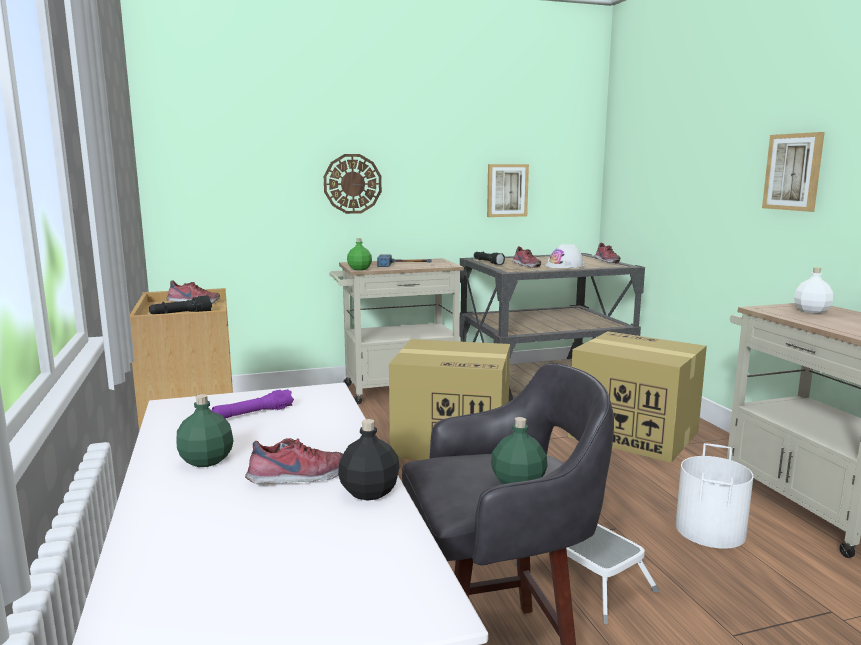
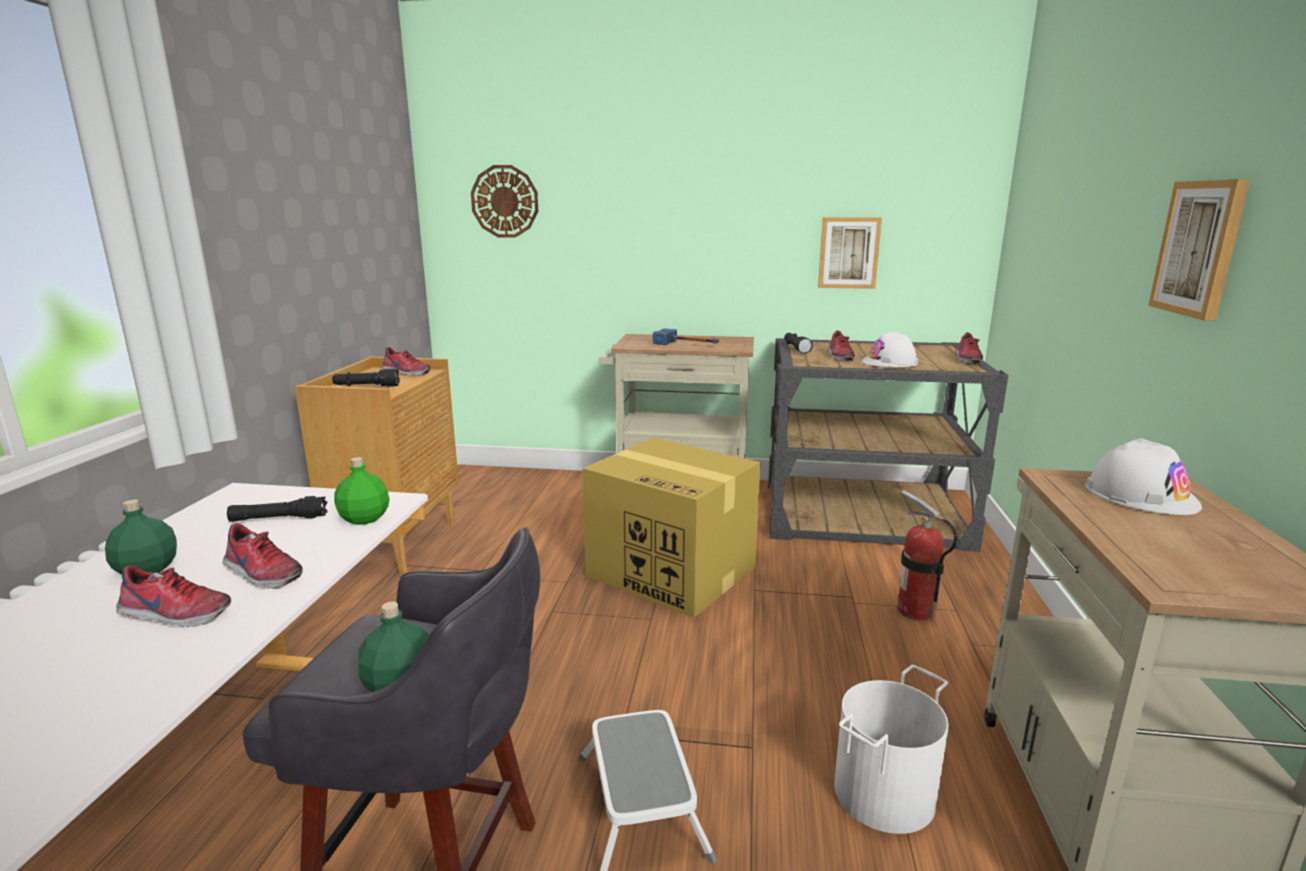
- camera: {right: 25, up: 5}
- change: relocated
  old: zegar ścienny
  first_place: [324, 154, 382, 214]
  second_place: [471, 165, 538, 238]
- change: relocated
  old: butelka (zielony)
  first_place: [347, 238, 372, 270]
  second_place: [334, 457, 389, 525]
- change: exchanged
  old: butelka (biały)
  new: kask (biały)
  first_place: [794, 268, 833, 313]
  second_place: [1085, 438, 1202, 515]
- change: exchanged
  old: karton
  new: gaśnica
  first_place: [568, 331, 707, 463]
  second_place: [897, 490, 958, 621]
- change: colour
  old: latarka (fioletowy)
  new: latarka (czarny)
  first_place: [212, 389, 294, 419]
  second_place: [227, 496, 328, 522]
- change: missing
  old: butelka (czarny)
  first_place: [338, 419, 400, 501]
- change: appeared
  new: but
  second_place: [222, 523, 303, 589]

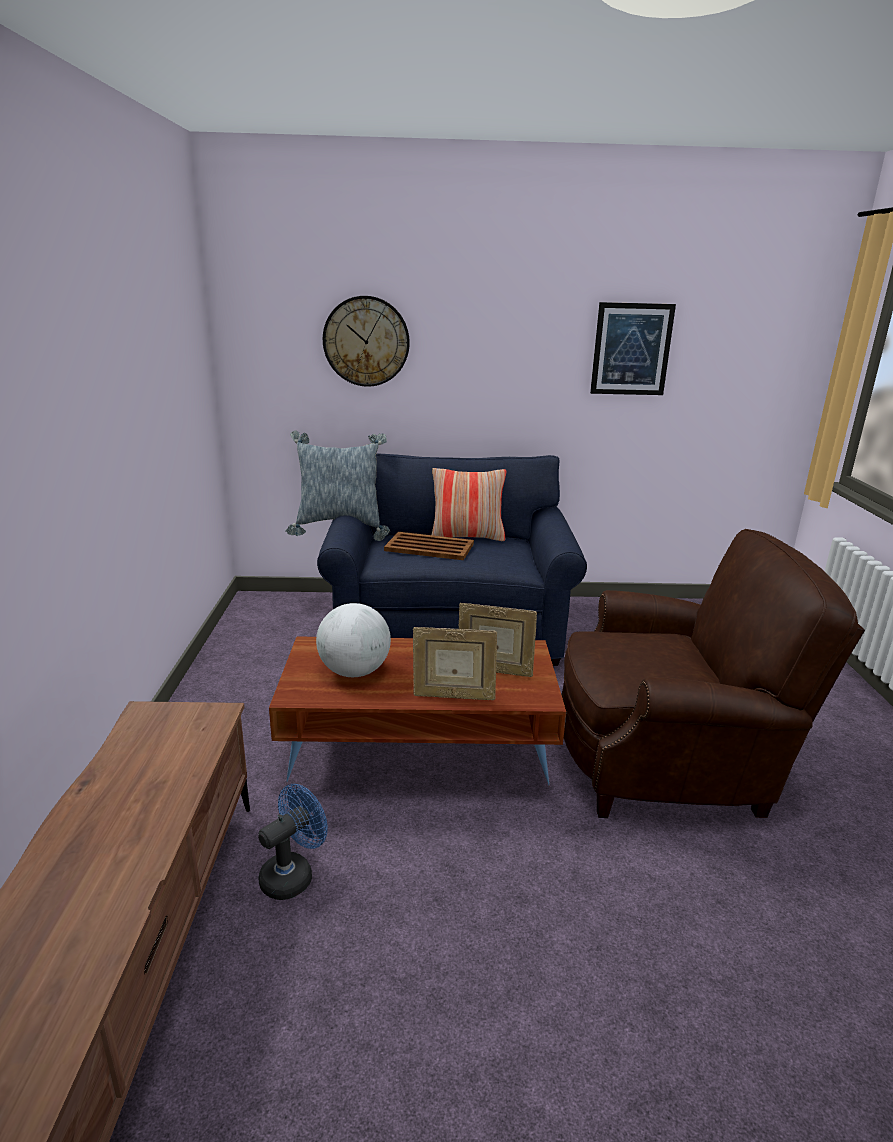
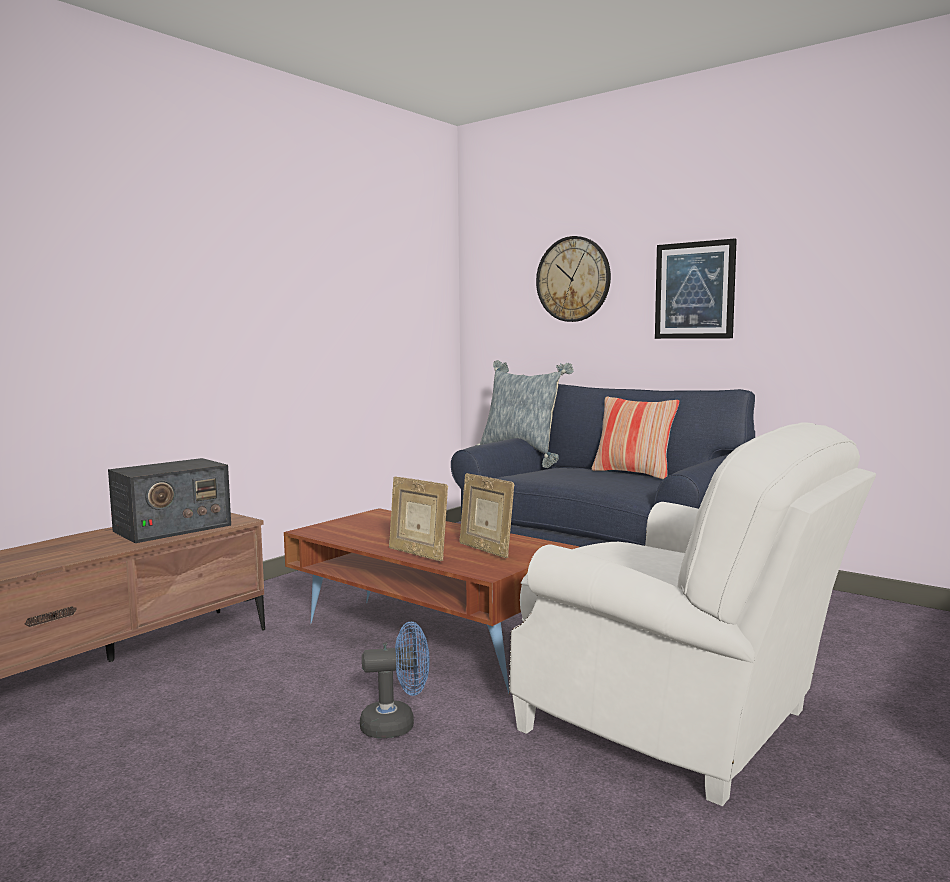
- camera: {right: 40, up: -15}
- change: relocated
  old: obraz
  first_place: [590, 302, 676, 395]
  second_place: [655, 238, 737, 339]
- change: colour
  old: fotel (brązowy)
  new: fotel (biały)
  first_place: [561, 529, 865, 818]
  second_place: [509, 422, 876, 806]
- change: missing
  old: taca (brązowy)
  first_place: [384, 532, 474, 560]
- change: missing
  old: globus
  first_place: [316, 603, 391, 677]
- change: relocated
  old: wentylator (niebieski)
  first_place: [258, 784, 327, 900]
  second_place: [360, 622, 430, 738]
- change: appeared
  new: radio
  second_place: [108, 458, 231, 543]

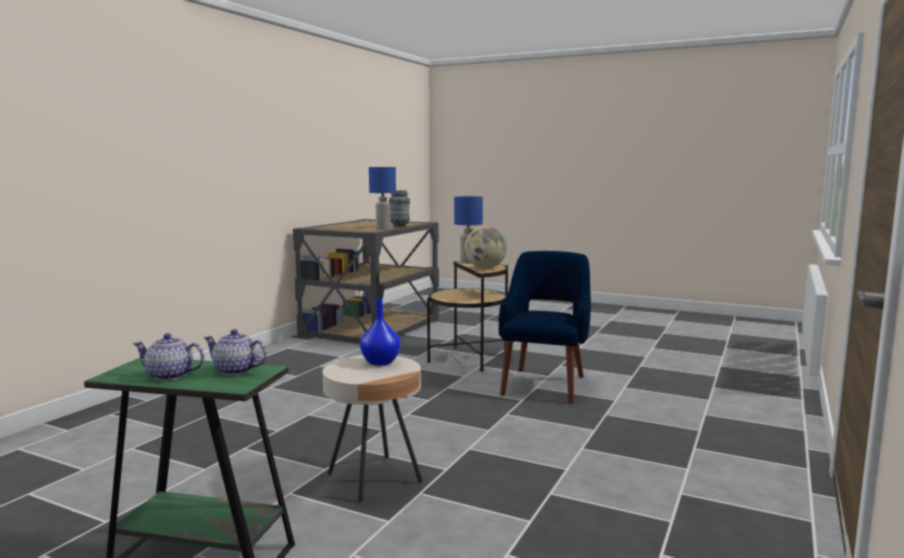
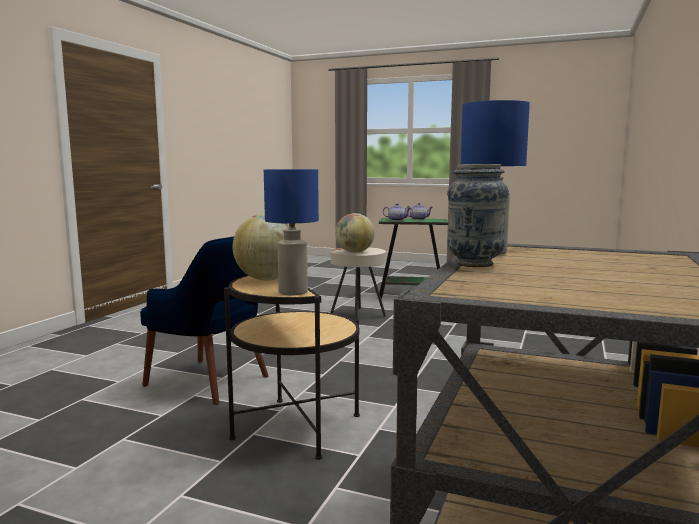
- camera: {right: 175, up: 0}
- change: spun
  old: fotel (niebieski)
  first_place: [499, 251, 591, 404]
  second_place: [140, 237, 268, 405]
  degrees: -75
- change: exchanged
  old: wazon (niebieski)
  new: globus
  first_place: [360, 298, 400, 366]
  second_place: [335, 213, 375, 253]

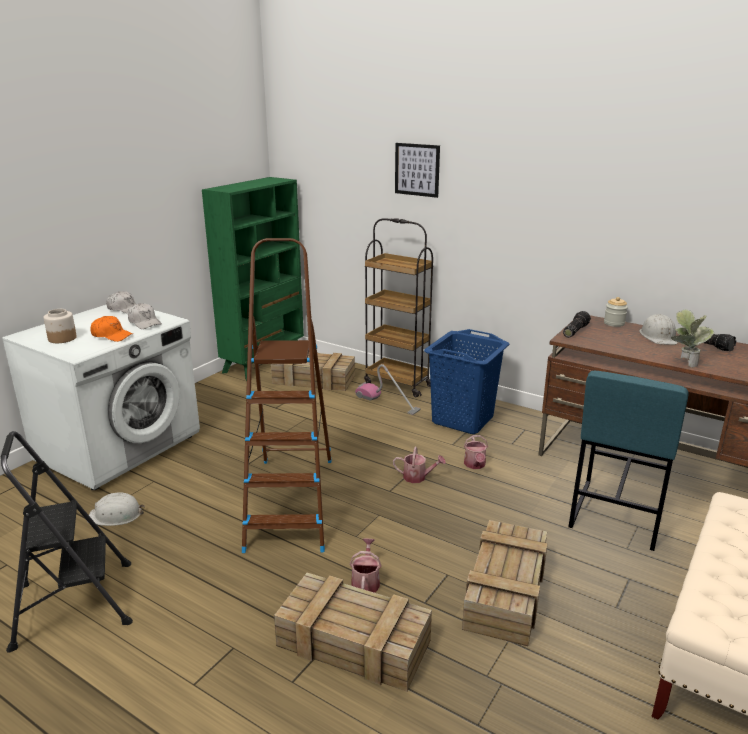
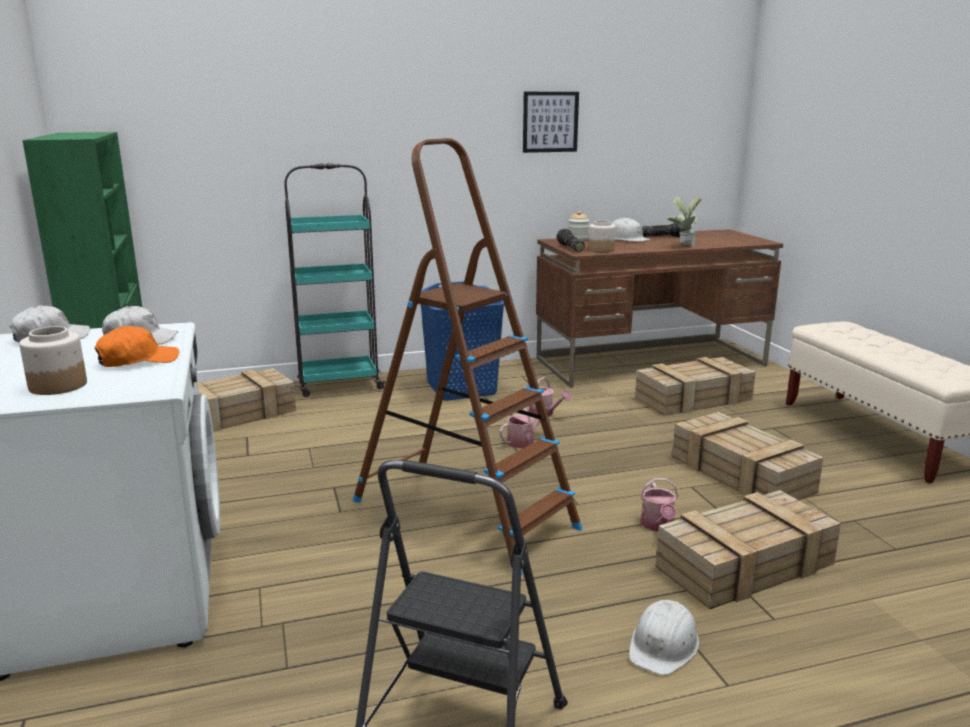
- camera: {right: -50, up: -5}
- change: relocated
  old: obraz
  first_place: [395, 143, 440, 198]
  second_place: [523, 92, 579, 153]
- change: colour
  old: wózek (brązowy)
  new: wózek (turkusowy)
  first_place: [364, 218, 433, 397]
  second_place: [284, 163, 386, 397]
- change: missing
  old: odkurzacz
  first_place: [355, 364, 421, 415]
- change: exchanged
  old: stołek (niebieski)
  new: skrzynka
  first_place: [568, 371, 689, 551]
  second_place: [635, 357, 756, 416]
- change: relocated
  old: kask (biały)
  first_place: [87, 493, 145, 526]
  second_place: [629, 600, 699, 675]
- change: spun
  old: konewka
  first_place: [350, 538, 382, 593]
  second_place: [640, 478, 678, 531]
  degrees: -135
- change: appeared
  new: słoik
  second_place: [588, 220, 616, 253]

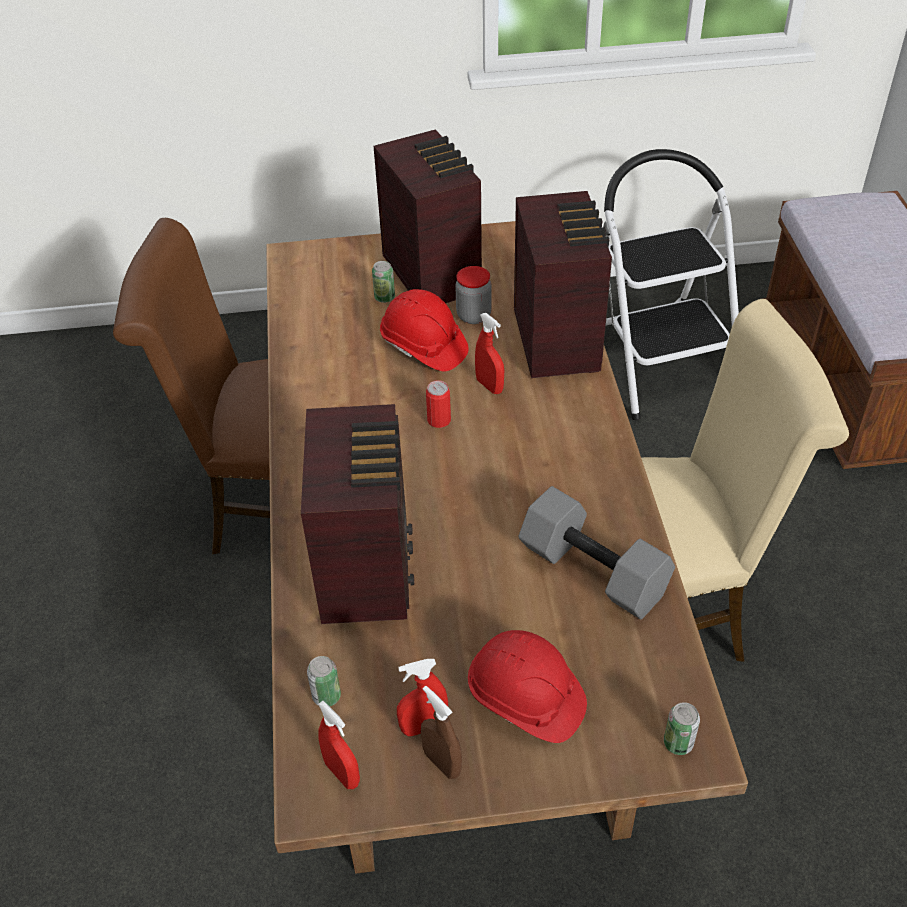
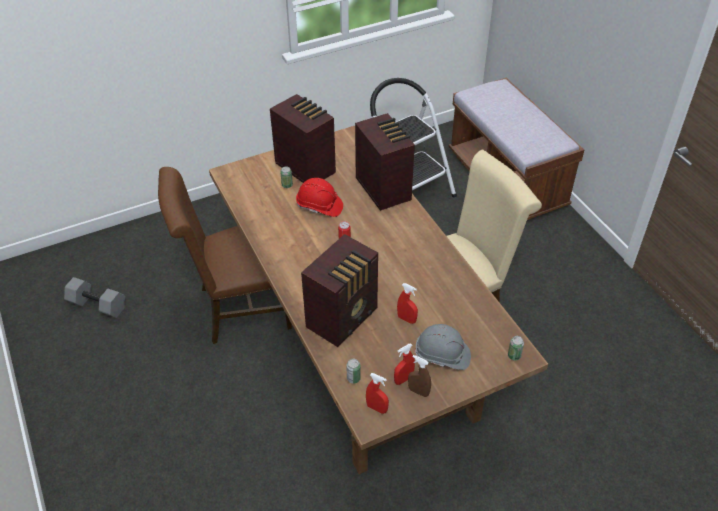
- camera: {right: -20, up: 0}
- change: missing
  old: słoik
  first_place: [455, 266, 491, 324]
- change: relocated
  old: spryskiwacz (czerwony)
  first_place: [475, 313, 504, 394]
  second_place: [397, 283, 418, 324]
- change: spun
  old: radio
  first_place: [301, 404, 414, 624]
  second_place: [301, 234, 378, 347]
  degrees: 60
- change: relocated
  old: hantel (szary)
  first_place: [519, 486, 675, 620]
  second_place: [64, 277, 125, 318]
- change: colour
  old: kask (czerwony)
  new: kask (szary)
  first_place: [468, 630, 587, 743]
  second_place: [414, 324, 471, 370]

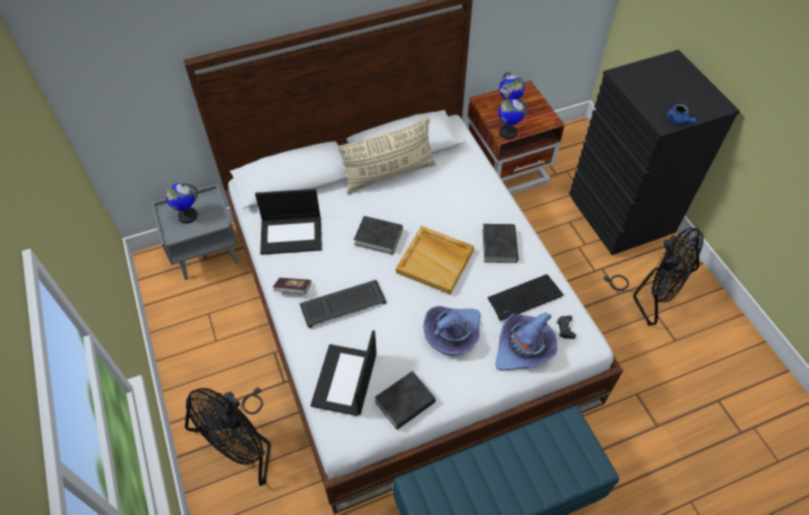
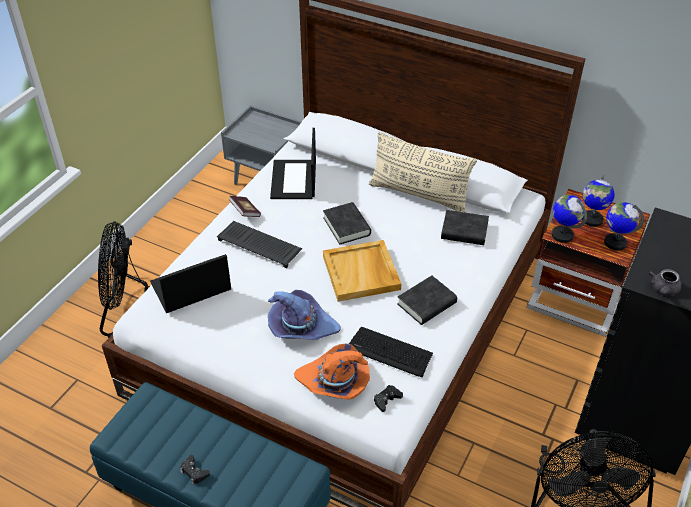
- camera: {right: 50, up: -10}
- change: colour
  old: imbryk (niebieski)
  new: imbryk (szary)
  first_place: [667, 104, 697, 125]
  second_place: [648, 269, 682, 296]
- change: relocated
  old: globus
  first_place: [166, 183, 198, 224]
  second_place: [604, 202, 645, 251]
- change: spun
  old: laptop
  first_place: [255, 189, 322, 255]
  second_place: [270, 128, 316, 199]
  degrees: 45
- change: colour
  old: kapelusz (fioletowy)
  new: kapelusz (pomarańczowy)
  first_place: [495, 312, 557, 371]
  second_place: [294, 343, 370, 399]
- change: relocated
  old: książka (czarny)
  first_place: [375, 371, 436, 430]
  second_place: [441, 210, 489, 245]
- change: appeared
  new: pad do gier (czarny)
  second_place: [180, 455, 210, 485]

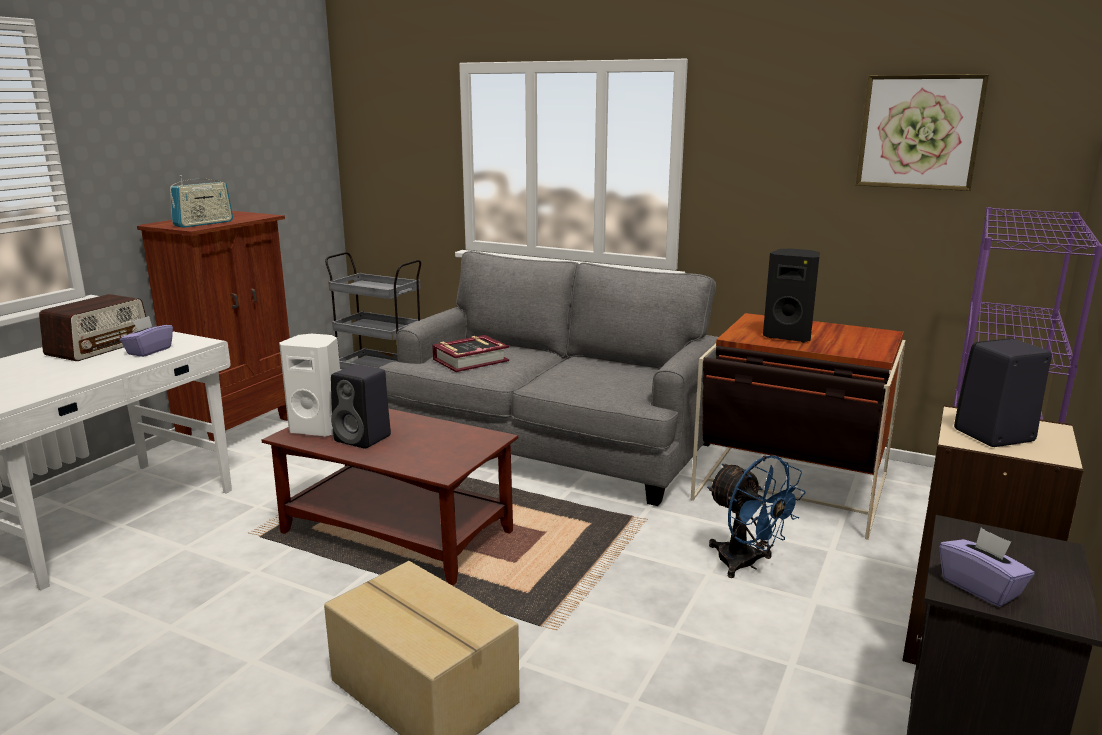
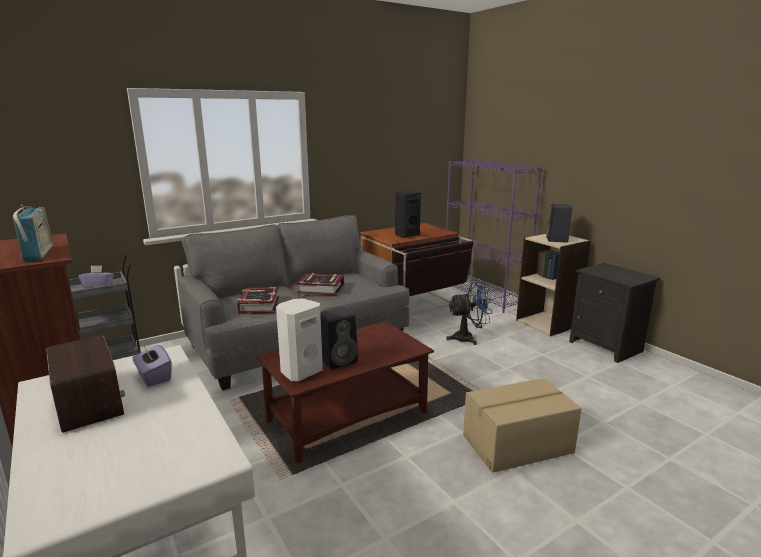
- camera: {right: -60, up: 0}
- change: missing
  old: obraz
  first_place: [856, 74, 989, 191]
- change: relocated
  old: pudełko chusteczek (fioletowy)
  first_place: [940, 528, 1035, 607]
  second_place: [78, 265, 114, 288]
- change: appeared
  new: książka
  second_place: [296, 273, 344, 296]

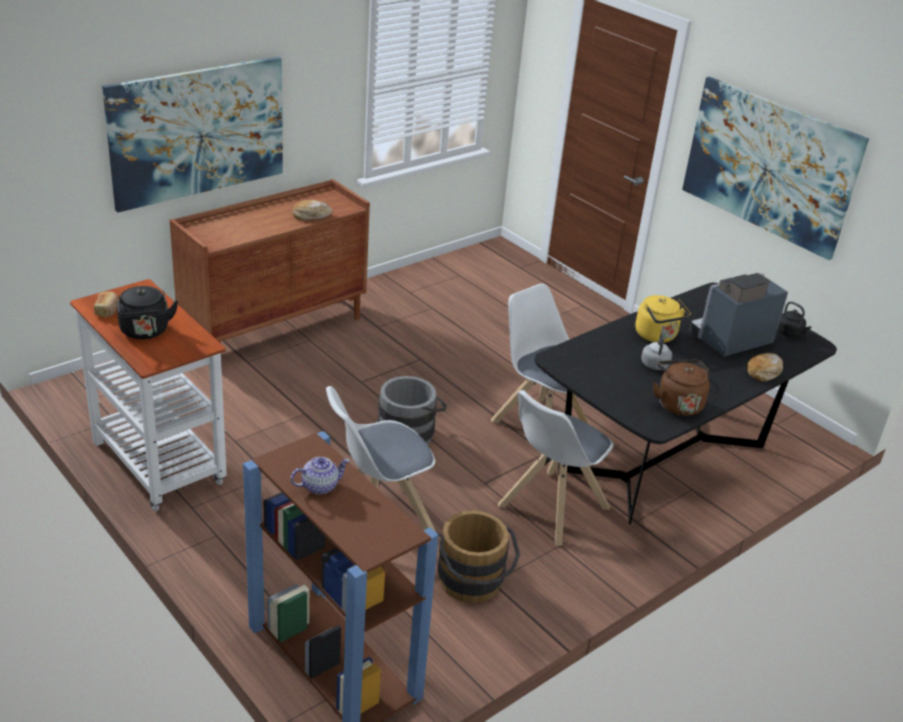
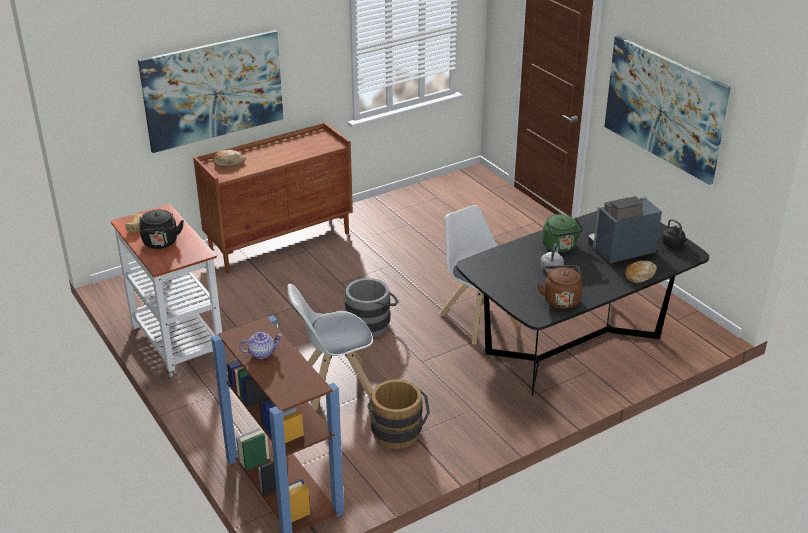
- camera: {right: 10, up: 0}
- change: relocated
  old: chleb
  first_place: [292, 200, 333, 220]
  second_place: [213, 150, 245, 166]
- change: colour
  old: czajnik (żółty)
  new: czajnik (zielony)
  first_place: [635, 295, 691, 343]
  second_place: [542, 214, 584, 252]
- change: missing
  old: krzesło
  first_place: [498, 390, 614, 546]

